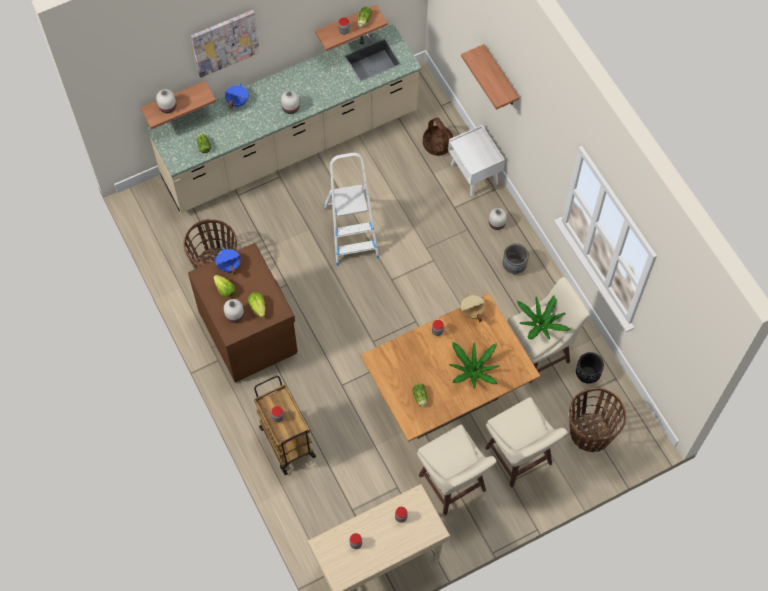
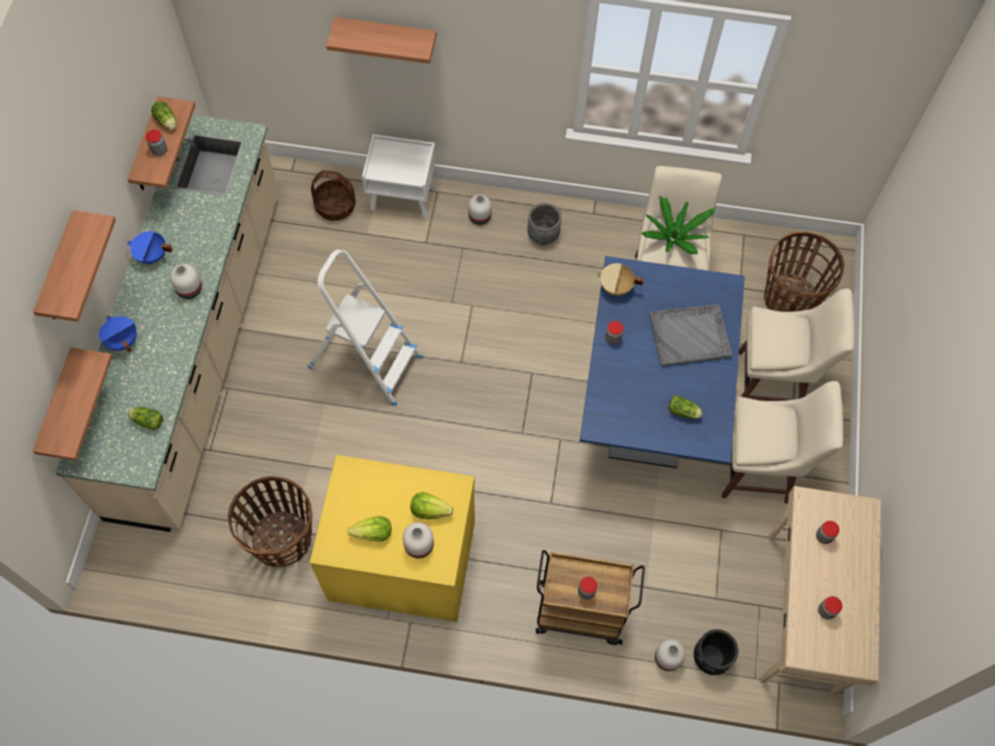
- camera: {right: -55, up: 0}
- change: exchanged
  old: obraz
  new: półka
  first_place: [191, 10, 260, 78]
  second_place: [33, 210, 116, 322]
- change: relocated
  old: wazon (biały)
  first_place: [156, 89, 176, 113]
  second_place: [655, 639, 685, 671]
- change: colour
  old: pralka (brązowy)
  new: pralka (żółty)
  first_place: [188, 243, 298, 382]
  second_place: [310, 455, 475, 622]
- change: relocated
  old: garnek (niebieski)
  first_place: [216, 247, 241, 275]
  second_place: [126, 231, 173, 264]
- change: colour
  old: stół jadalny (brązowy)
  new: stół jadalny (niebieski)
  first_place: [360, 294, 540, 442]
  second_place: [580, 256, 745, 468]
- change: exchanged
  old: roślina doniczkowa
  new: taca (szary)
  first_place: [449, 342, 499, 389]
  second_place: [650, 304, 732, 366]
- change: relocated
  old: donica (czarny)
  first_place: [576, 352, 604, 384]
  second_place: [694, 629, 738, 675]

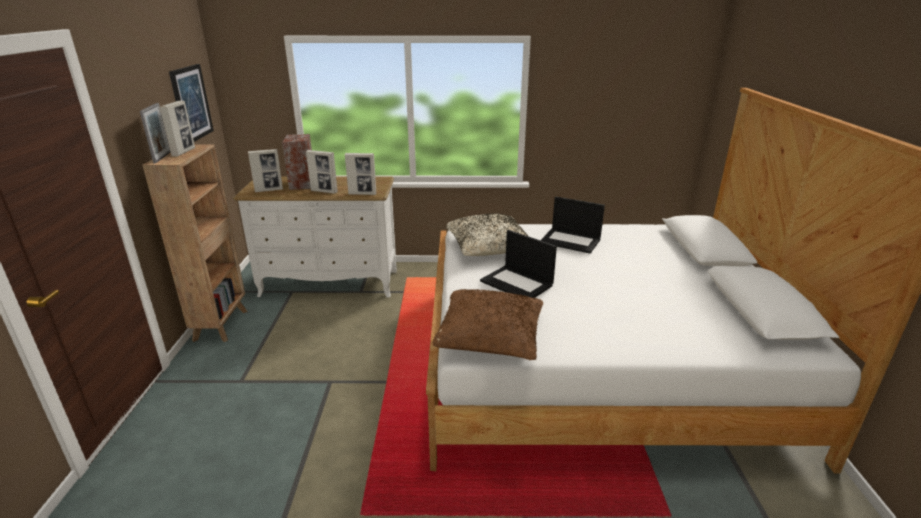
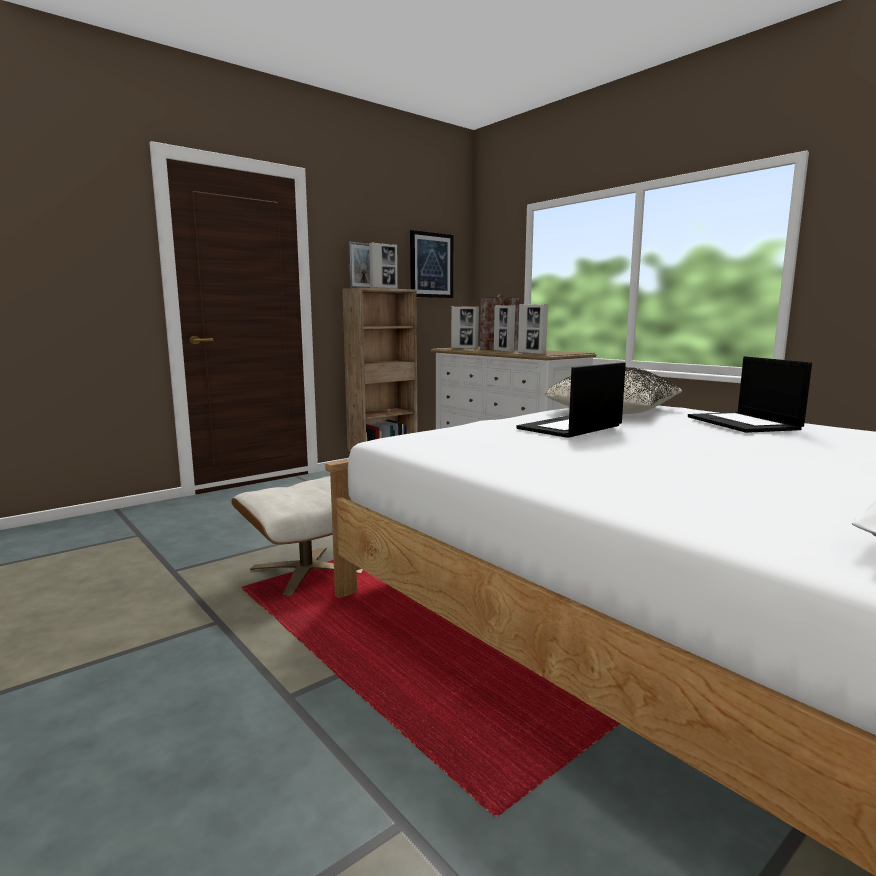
- camera: {right: 50, up: -15}
- change: spun
  old: laptop
  first_place: [480, 230, 557, 298]
  second_place: [516, 362, 626, 438]
  degrees: 45
- change: missing
  old: poduszka (brązowy)
  first_place: [432, 289, 543, 360]
- change: appeared
  new: pufa (beżowy)
  second_place: [231, 476, 363, 595]

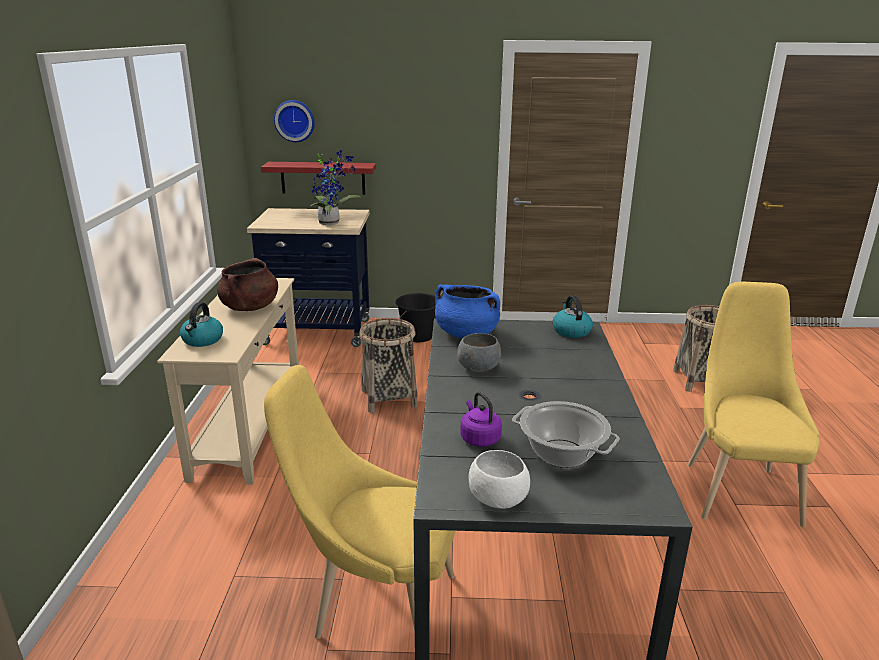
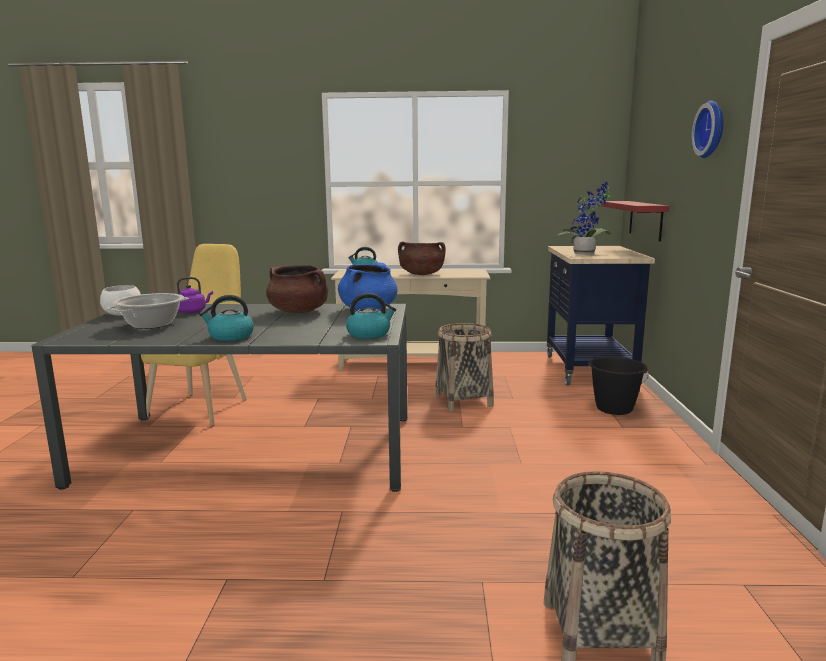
- camera: {right: 90, up: -10}
- change: relocated
  old: zegar ścienny
  first_place: [274, 100, 315, 142]
  second_place: [692, 100, 723, 158]
- change: missing
  old: krzesło (żółty)
  first_place: [688, 282, 820, 528]
- change: exchanged
  old: miska (szary)
  new: garnek (brązowy)
  first_place: [457, 333, 501, 372]
  second_place: [266, 265, 328, 313]
- change: appeared
  new: czajnik
  second_place: [199, 295, 254, 341]

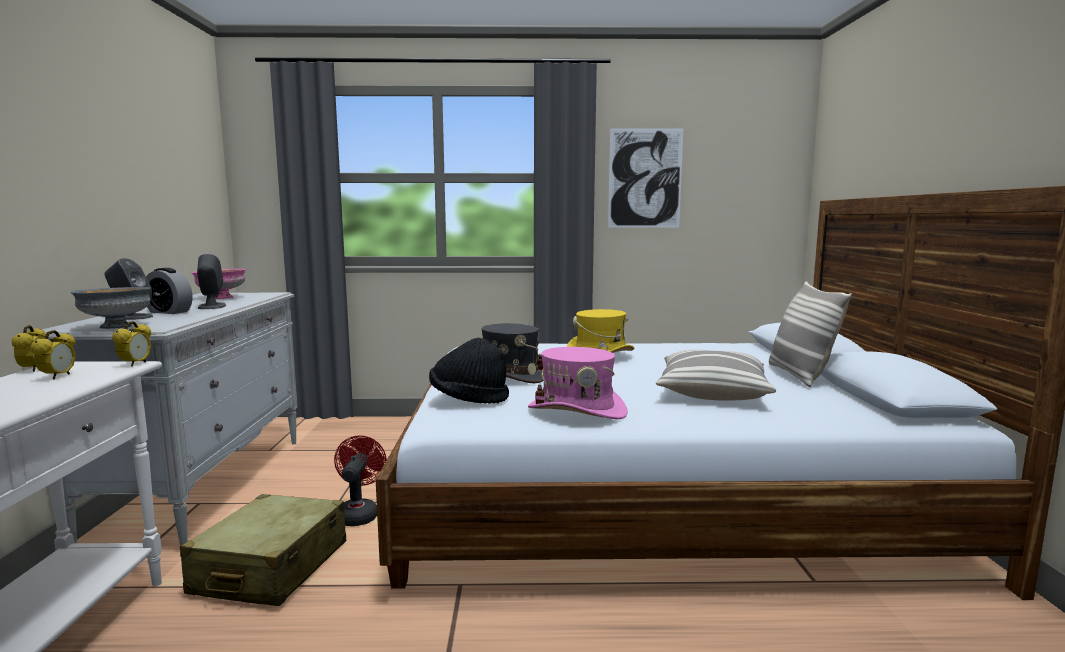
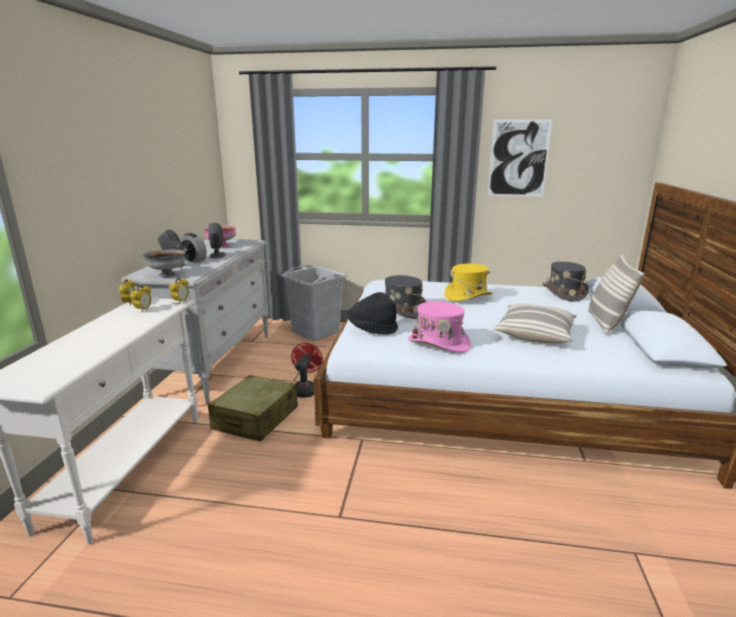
- camera: {right: 10, up: 10}
- change: appeared
  new: kapelusz (szary)
  second_place: [542, 261, 589, 302]
- change: appeared
  new: kosz na pranie (szary)
  second_place: [280, 265, 347, 341]

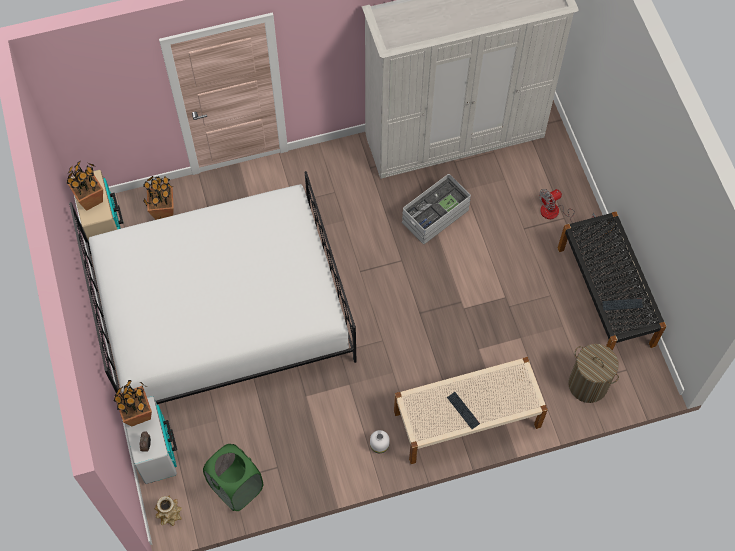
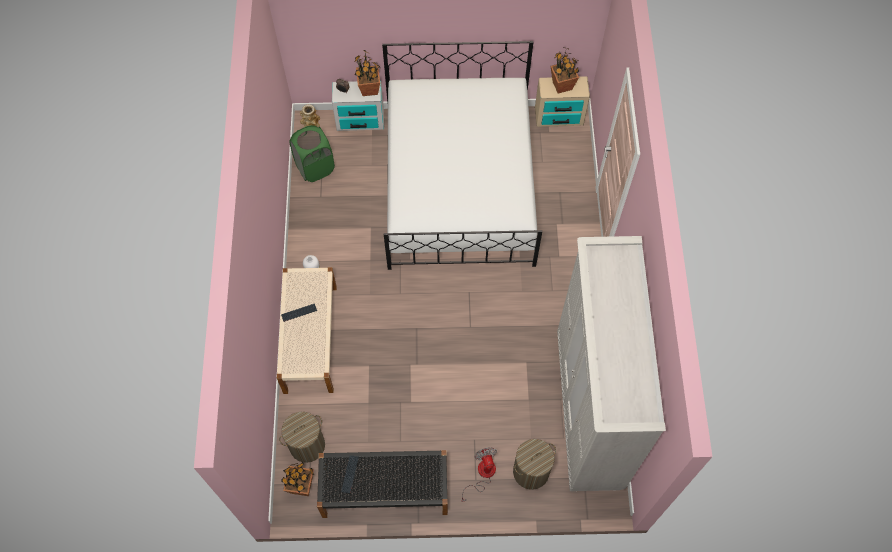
- camera: {right: 105, up: 0}
- change: missing
  old: pojemnik do przechowywania (szary)
  first_place: [402, 174, 471, 244]
- change: relocated
  old: roślina doniczkowa
  first_place: [143, 176, 174, 220]
  second_place: [281, 462, 314, 496]
- change: appeared
  new: kosz na pranie
  second_place: [513, 439, 556, 490]

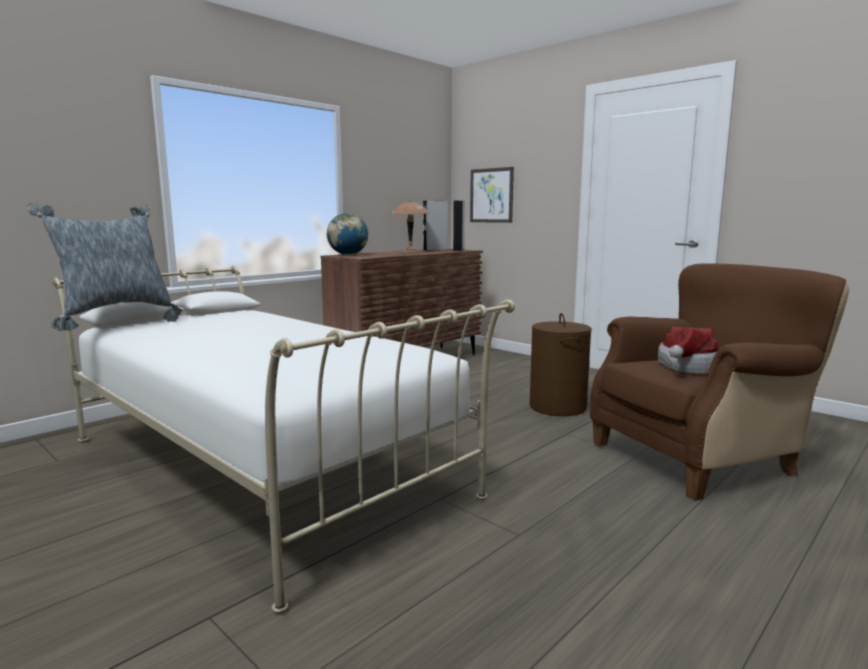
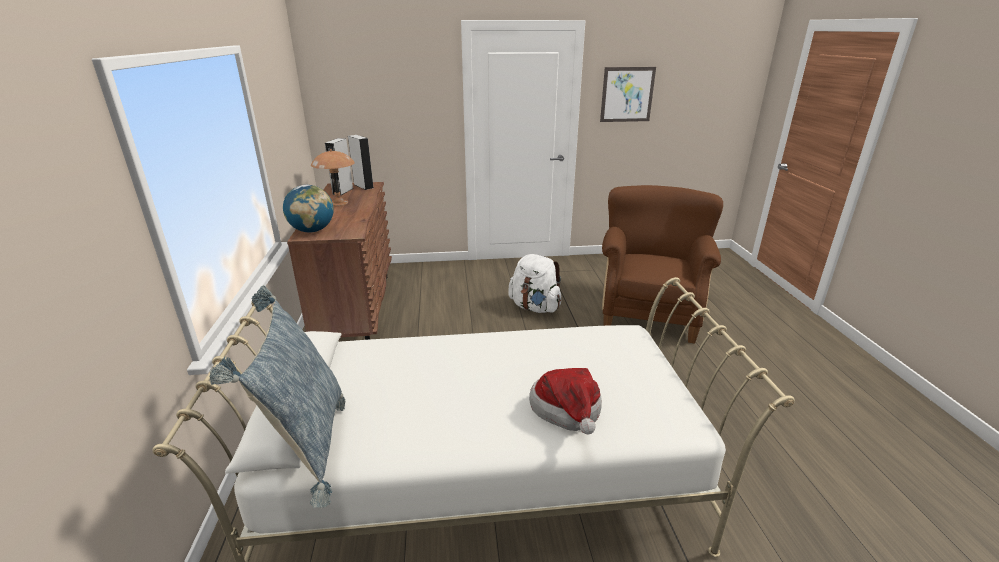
- camera: {right: -50, up: 15}
- change: relocated
  old: obraz
  first_place: [470, 167, 514, 223]
  second_place: [600, 67, 656, 122]
- change: exchanged
  old: kosz na pranie (brązowy)
  new: plecak (biały)
  first_place: [530, 313, 592, 416]
  second_place: [508, 254, 561, 313]
- change: relocated
  old: kapelusz
  first_place: [658, 327, 720, 374]
  second_place: [529, 368, 602, 434]

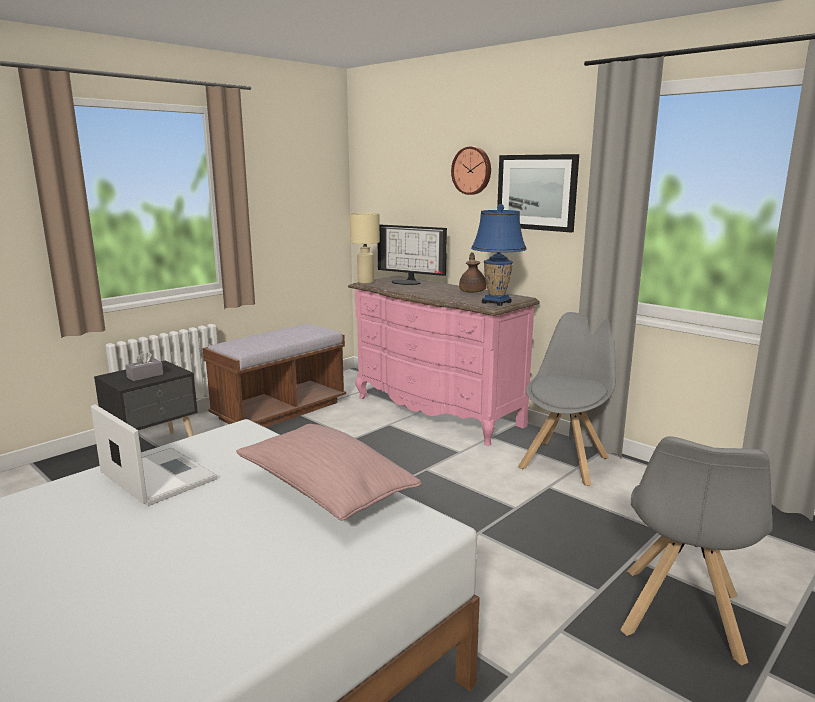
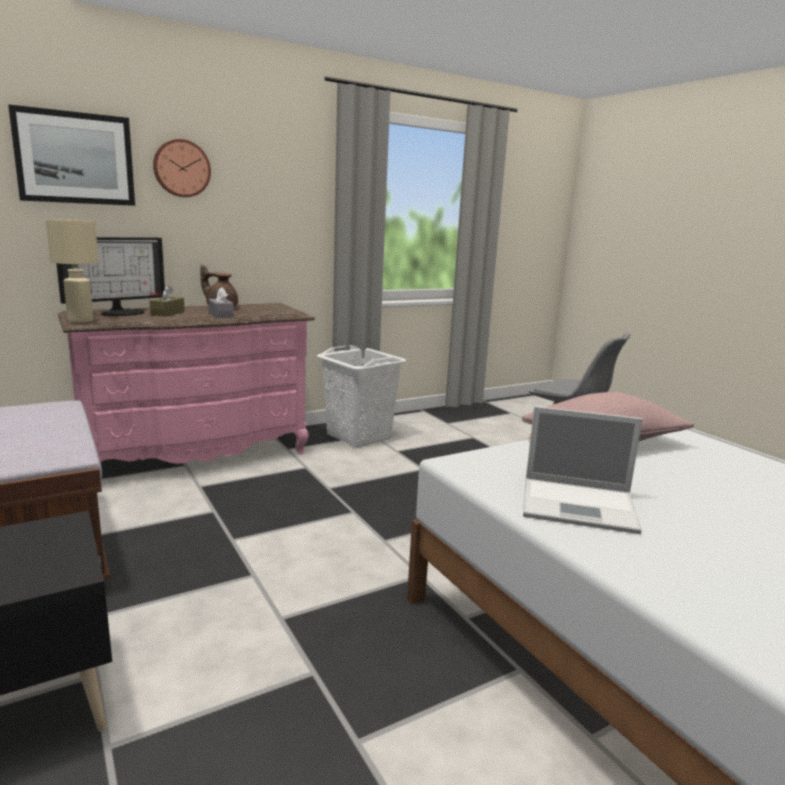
- camera: {right: -75, up: 0}
- change: relocated
  old: obraz
  first_place: [497, 154, 579, 232]
  second_place: [8, 104, 135, 206]
- change: missing
  old: lampa stołowa (niebieski)
  first_place: [471, 204, 527, 306]
- change: exchanged
  old: krzesło (szary)
  new: kosz na pranie (biały)
  first_place: [518, 312, 616, 486]
  second_place: [317, 345, 407, 447]
- change: relocated
  old: pudełko chusteczek (szary)
  first_place: [125, 351, 163, 381]
  second_place: [208, 287, 234, 318]
- change: spun
  old: laptop
  first_place: [91, 404, 217, 506]
  second_place: [523, 406, 643, 534]
  degrees: -135
- change: appeared
  new: pudełko chusteczek (brązowy)
  second_place: [150, 285, 185, 316]

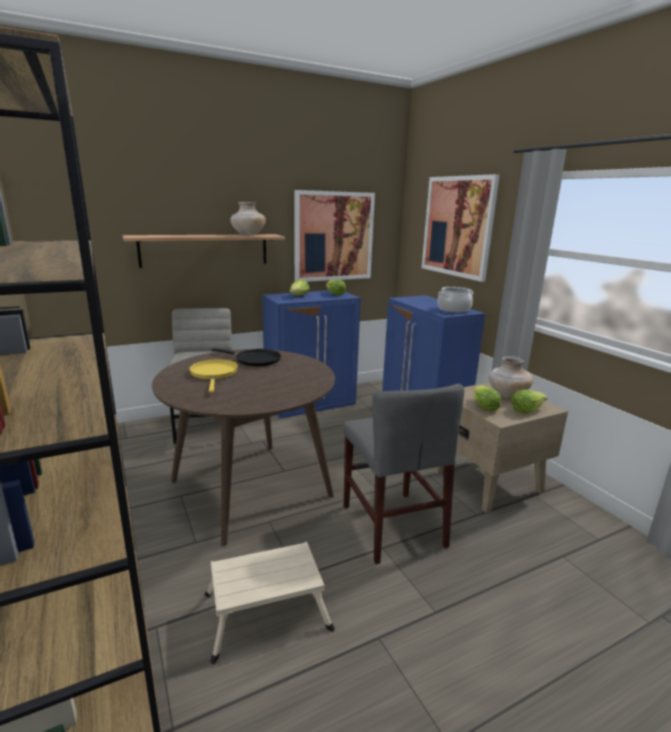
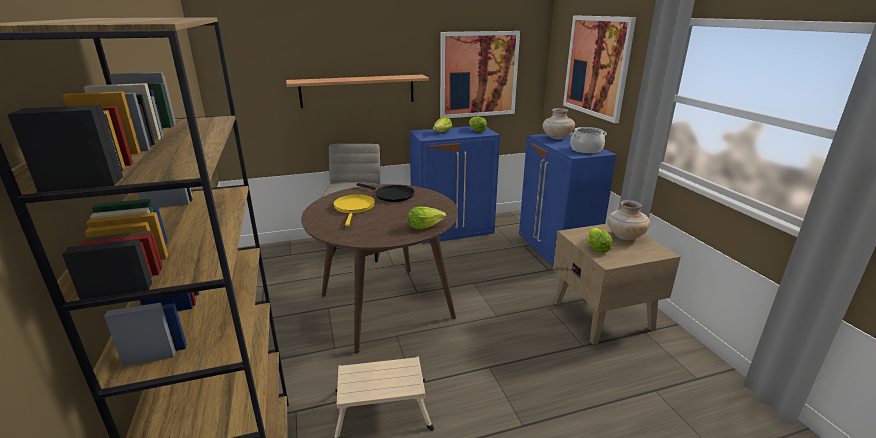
- camera: {right: 10, up: 5}
- change: relocated
  old: wazon (beżowy)
  first_place: [230, 202, 266, 236]
  second_place: [543, 108, 575, 139]
- change: missing
  old: krzesło (szary)
  first_place: [343, 384, 464, 564]
- change: relocated
  old: sałata
  first_place: [511, 390, 547, 413]
  second_place: [408, 207, 446, 229]

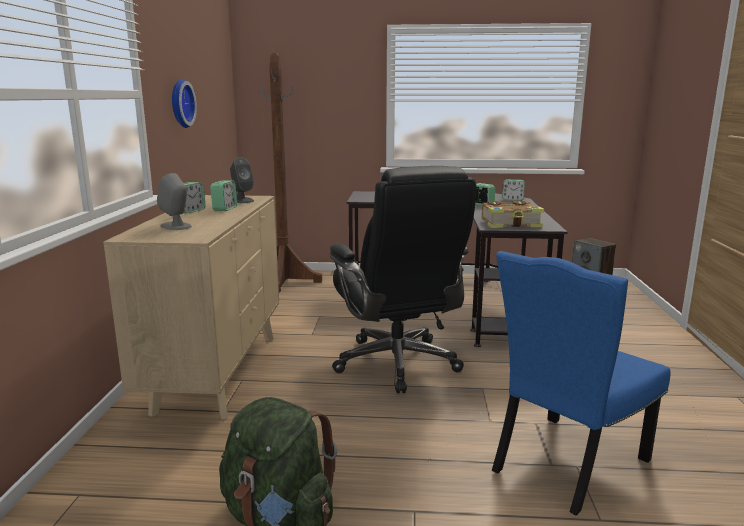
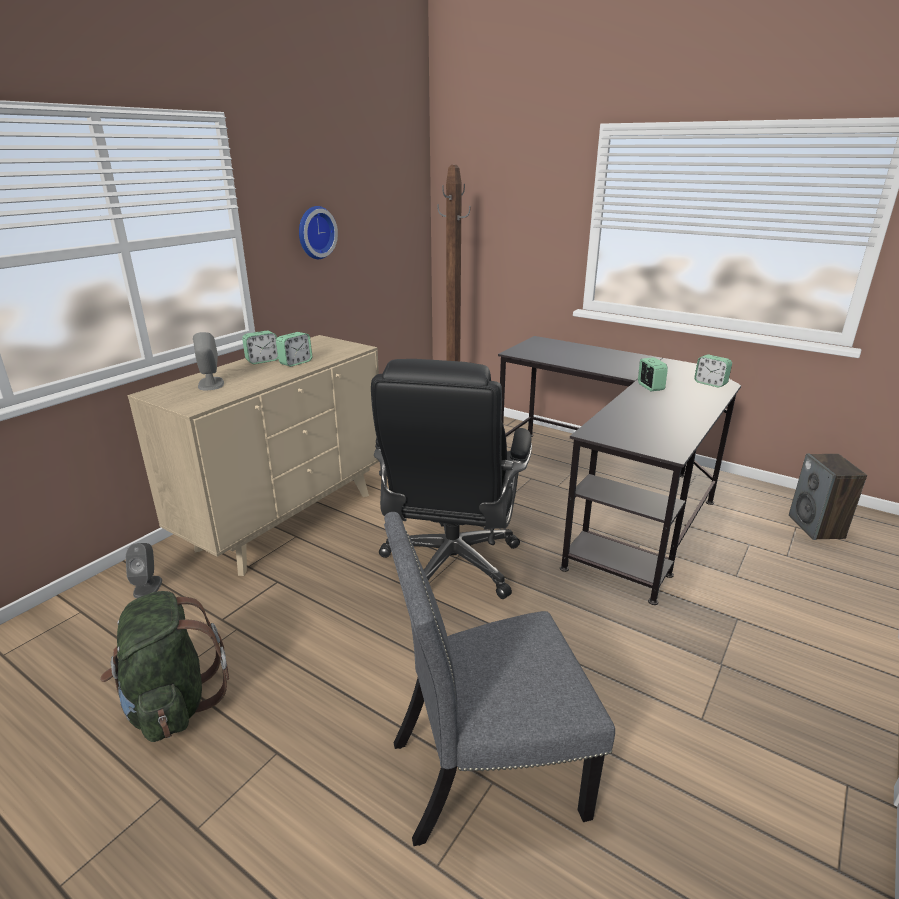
- camera: {right: 30, up: 10}
- change: relocated
  old: głośnik (szary)
  first_place: [230, 157, 254, 203]
  second_place: [125, 543, 162, 598]
- change: missing
  old: książka
  first_place: [482, 201, 544, 228]
- change: colour
  old: krzesło (niebieski)
  new: krzesło (szary)
  first_place: [492, 251, 671, 516]
  second_place: [384, 512, 615, 846]

